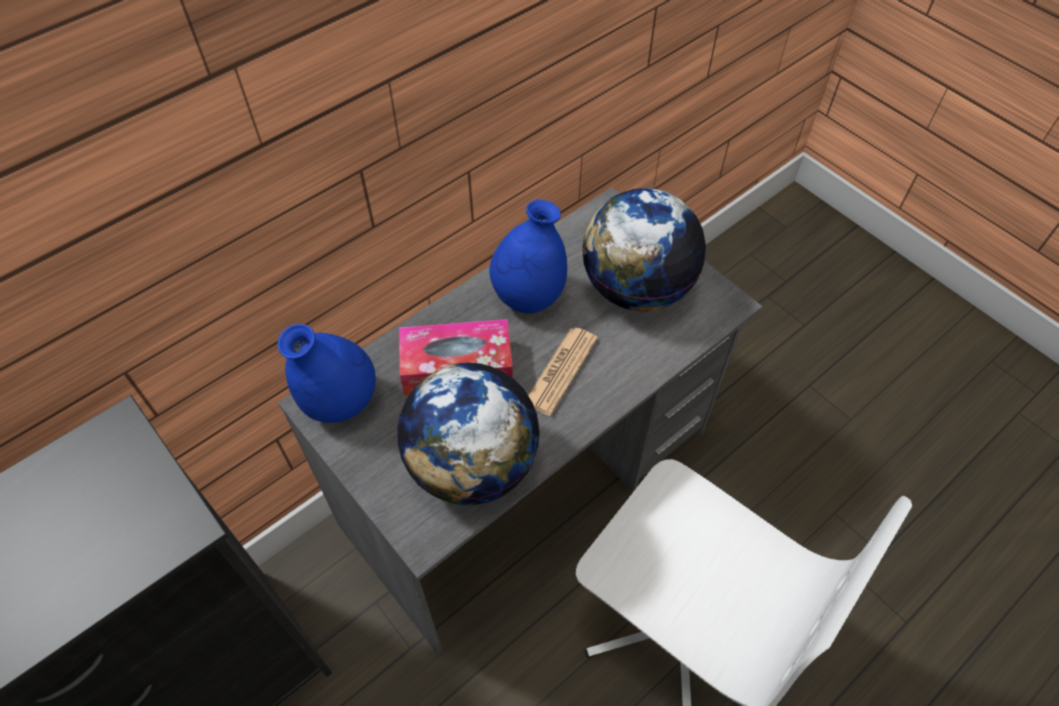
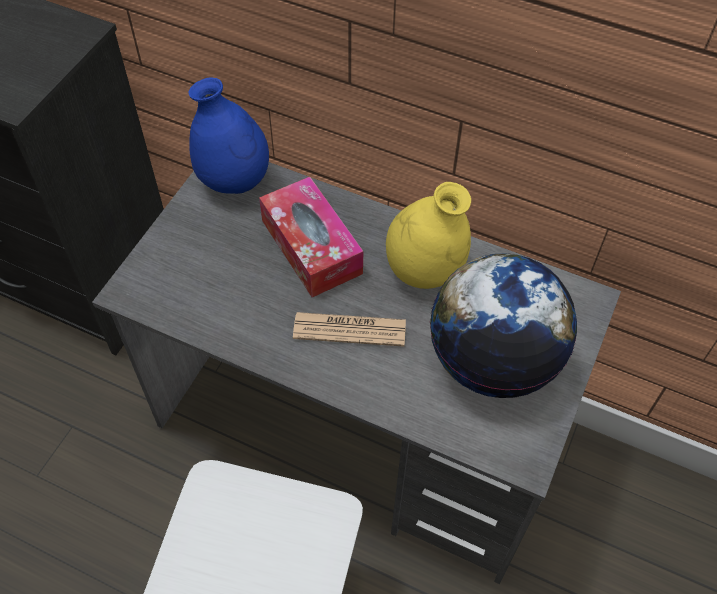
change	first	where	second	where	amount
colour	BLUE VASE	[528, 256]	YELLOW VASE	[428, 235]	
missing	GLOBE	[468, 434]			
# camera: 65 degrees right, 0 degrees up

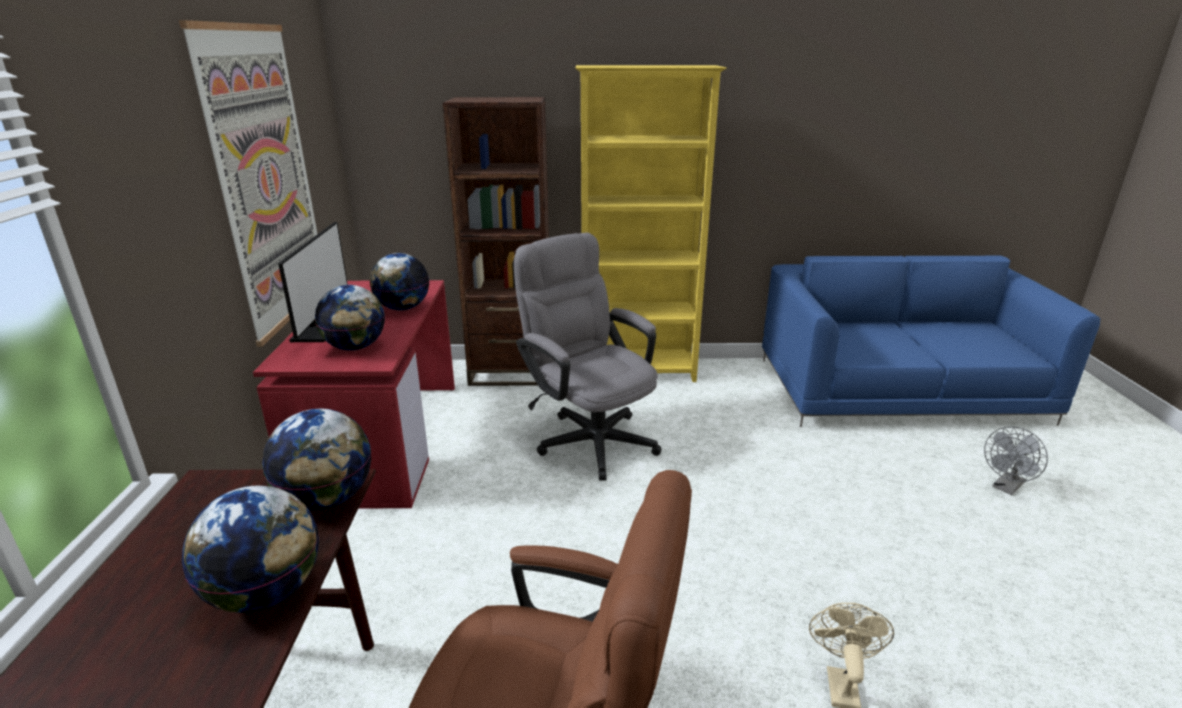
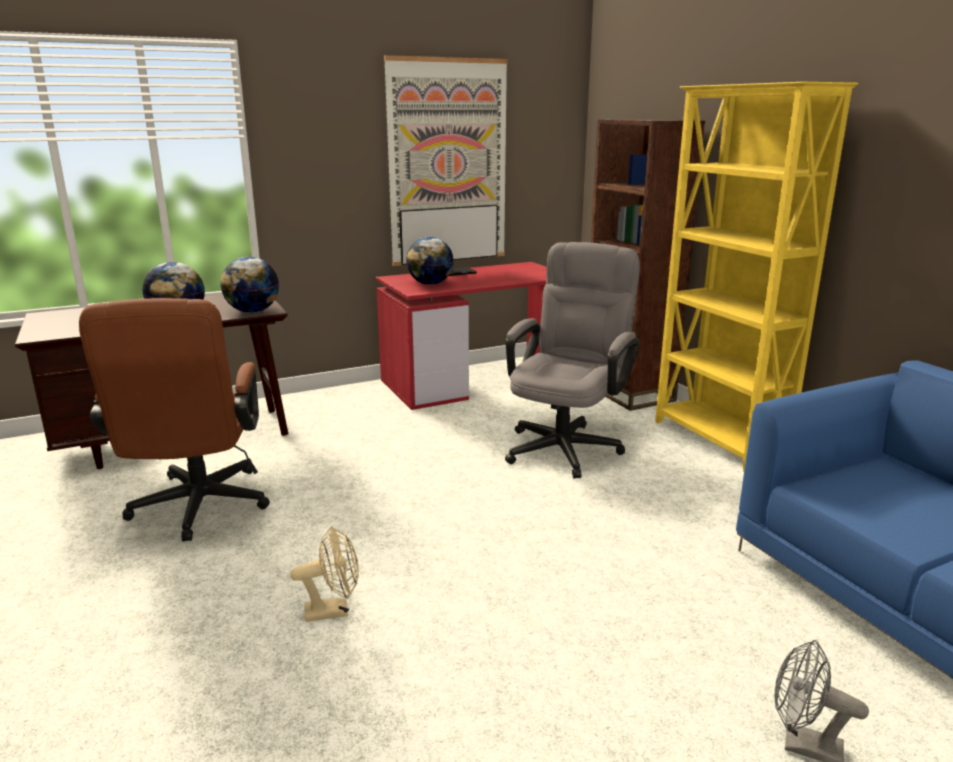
change	first	where	second	where	amount
missing	GLOBE	[399, 282]			
# camera: 65 degrees right, 5 degrees down

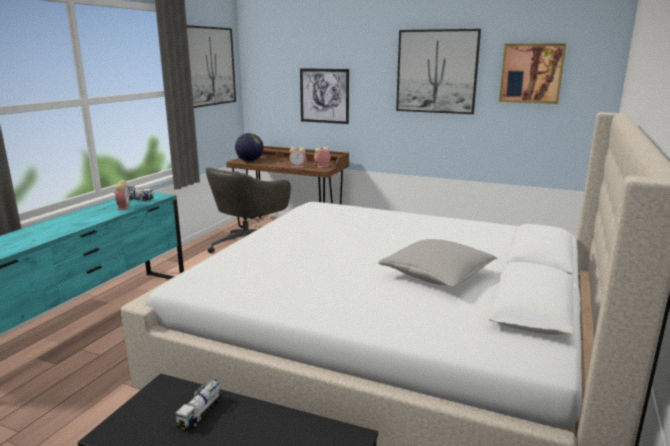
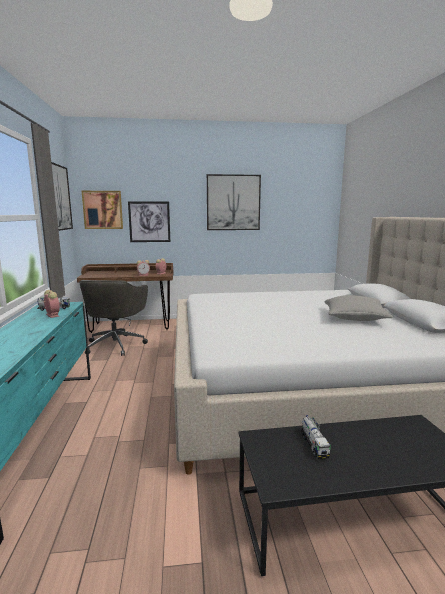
change	first	where	second	where	amount
relocated	PICTURE	[532, 73]		[102, 210]	
missing	GLOBE	[249, 147]			
# camera: 30 degrees left, 5 degrees down

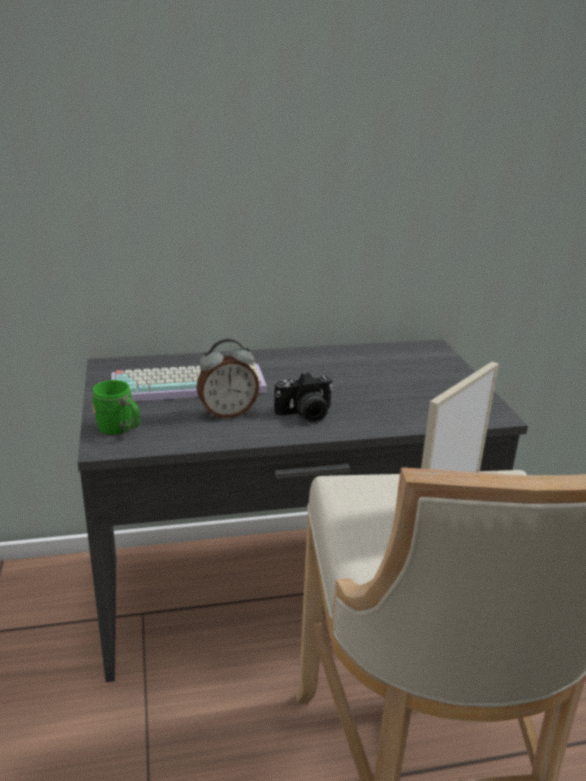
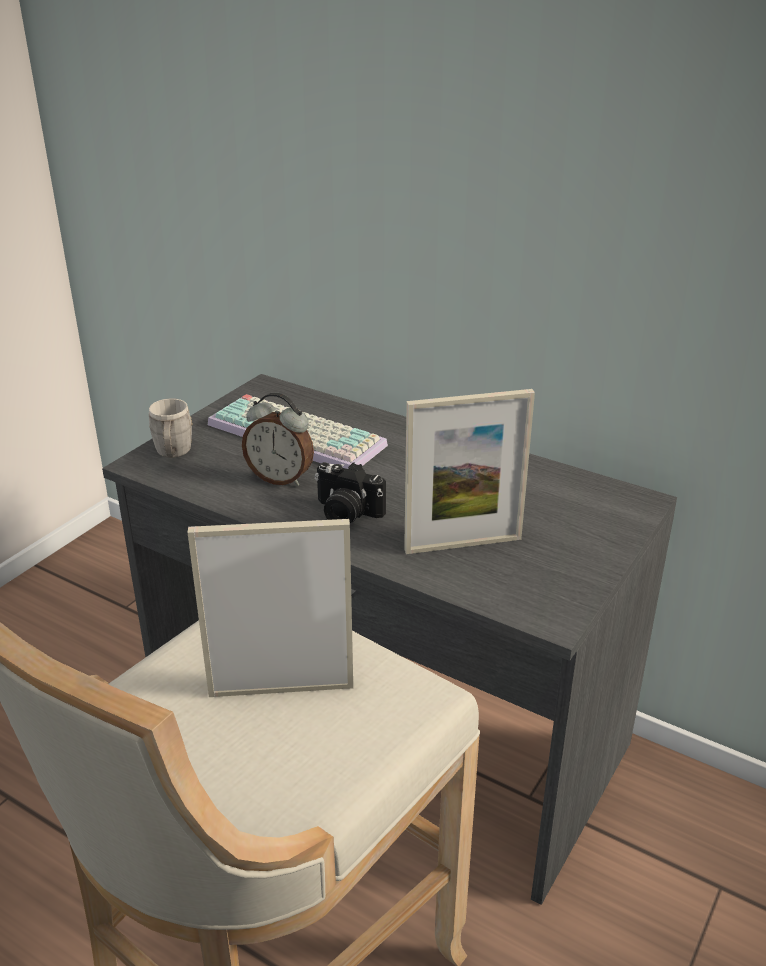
change	first	where	second	where	amount
colour	GREEN MUG	[116, 407]	GREY MUG	[171, 428]	
appeared			PICTURE FRAME	[469, 471]	
# camera: 45 degrees right, 5 degrees up

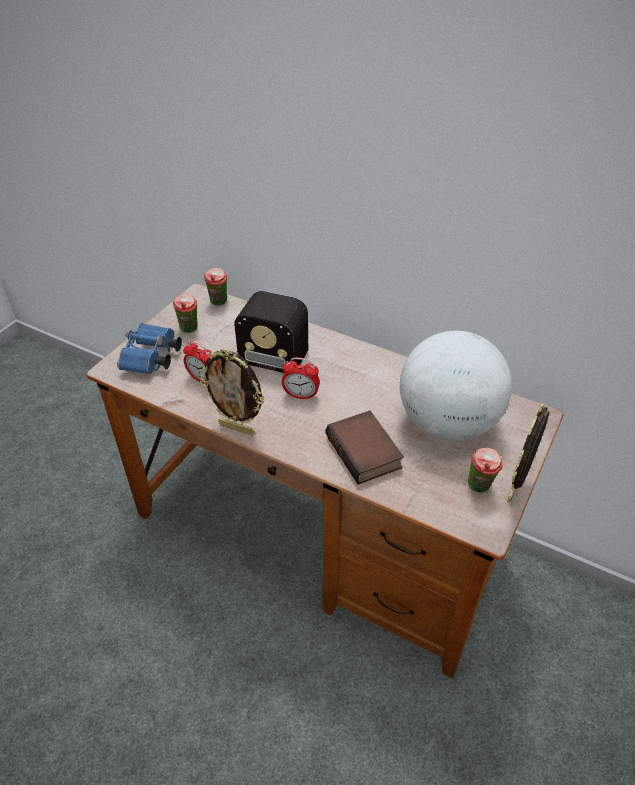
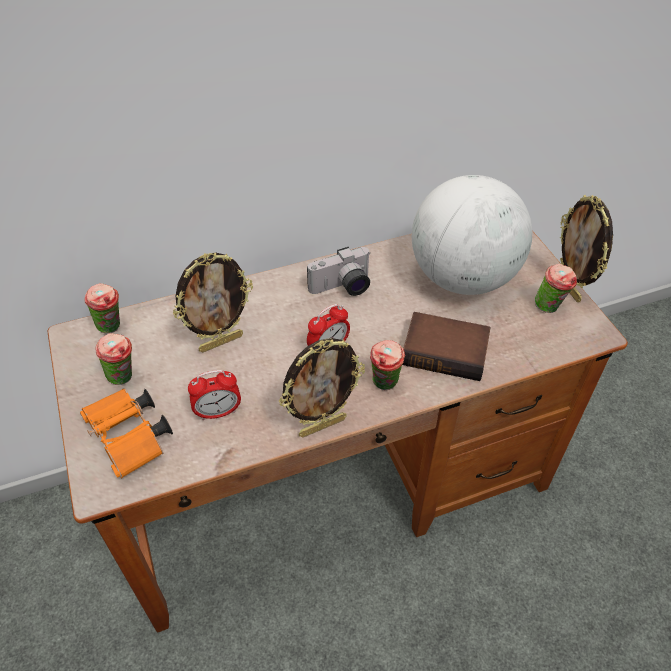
change	first	where	second	where	amount
exchanged	RADIO	[259, 332]	PICTURE FRAME	[213, 302]	
colour	BLUE BINOCULARS	[149, 348]	ORANGE BINOCULARS	[126, 433]	
appeared			PHOTO CAMERA	[339, 271]	
appeared			CUP	[387, 365]	
# camera: 50 degrees left, 5 degrees up

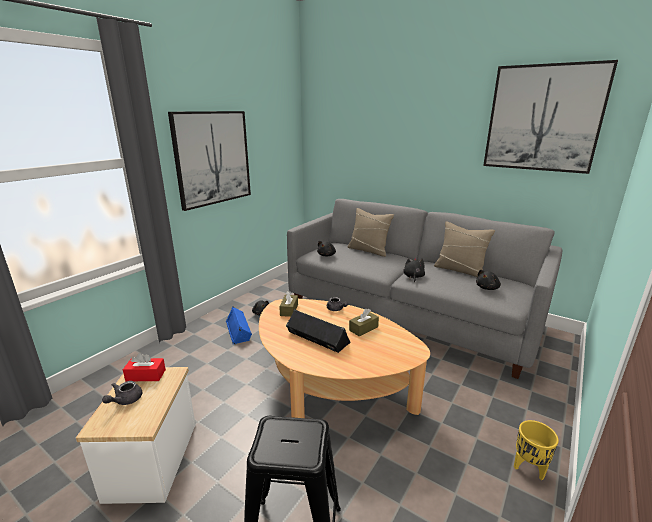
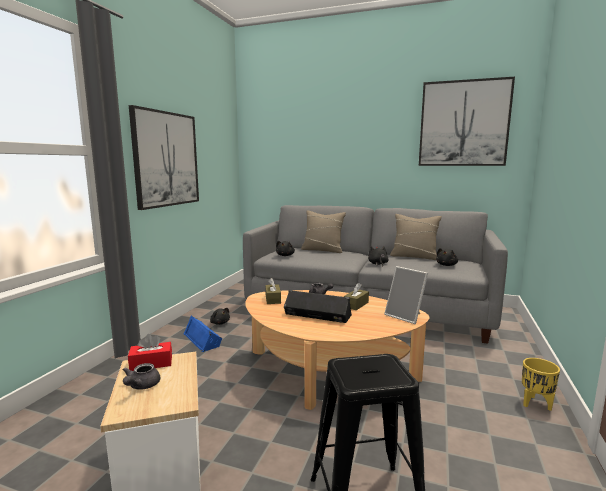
change	first	where	second	where	amount
appeared			PICTURE FRAME	[406, 295]	
# camera: 15 degrees left, 10 degrees down

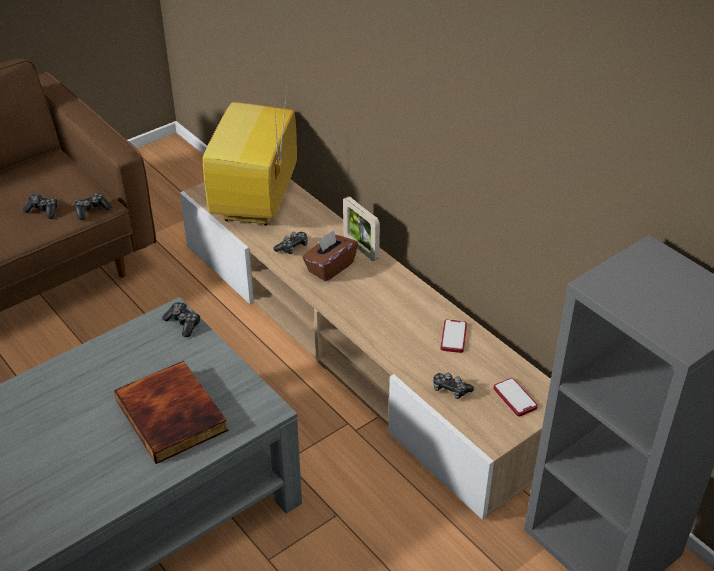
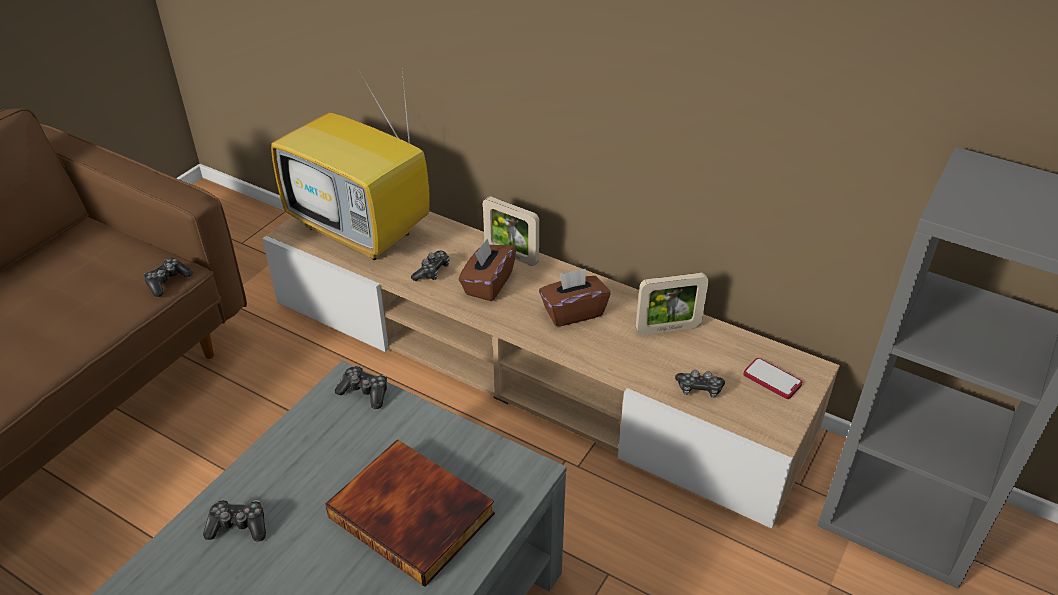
change	first	where	second	where	amount
spun	TELEVISION	[250, 157]		[350, 165]	45 degrees counterclockwise
relocated	GAME CONTROLLER	[40, 206]		[234, 520]	
exchanged	PHONE	[453, 336]	PICTURE FRAME	[672, 304]	
appeared			BROWN TISSUE BOX	[575, 298]	
# camera: 20 degrees left, 0 degrees up

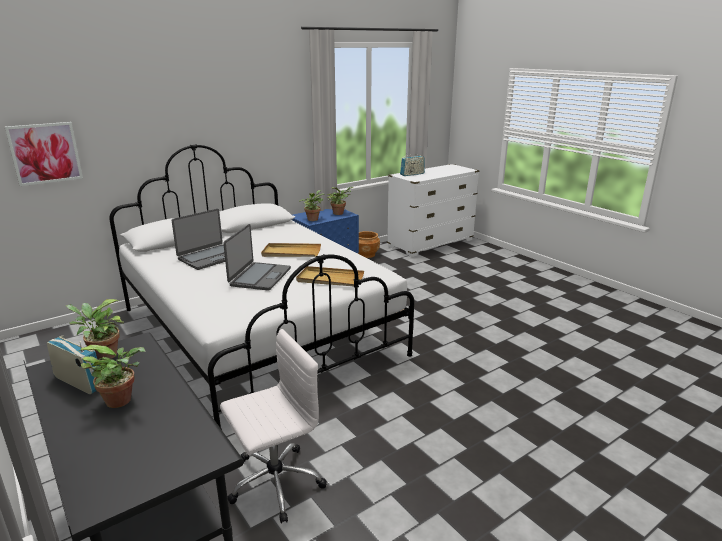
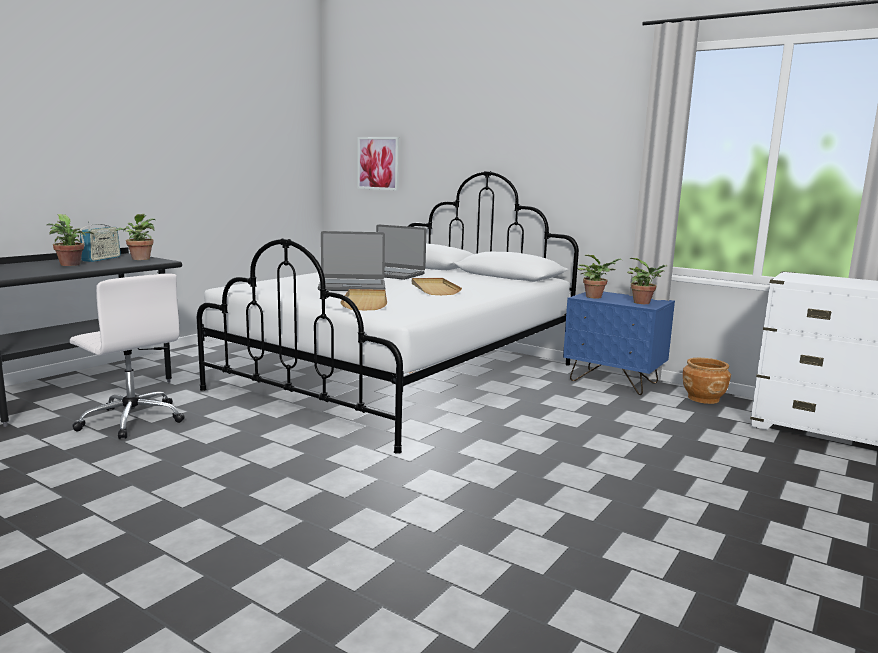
change	first	where	second	where	amount
missing	RADIO	[412, 164]			
# camera: 70 degrees right, 10 degrees down

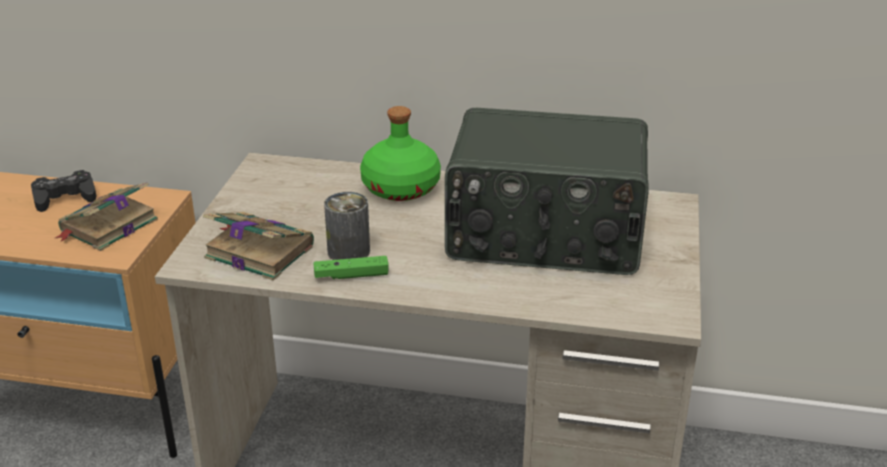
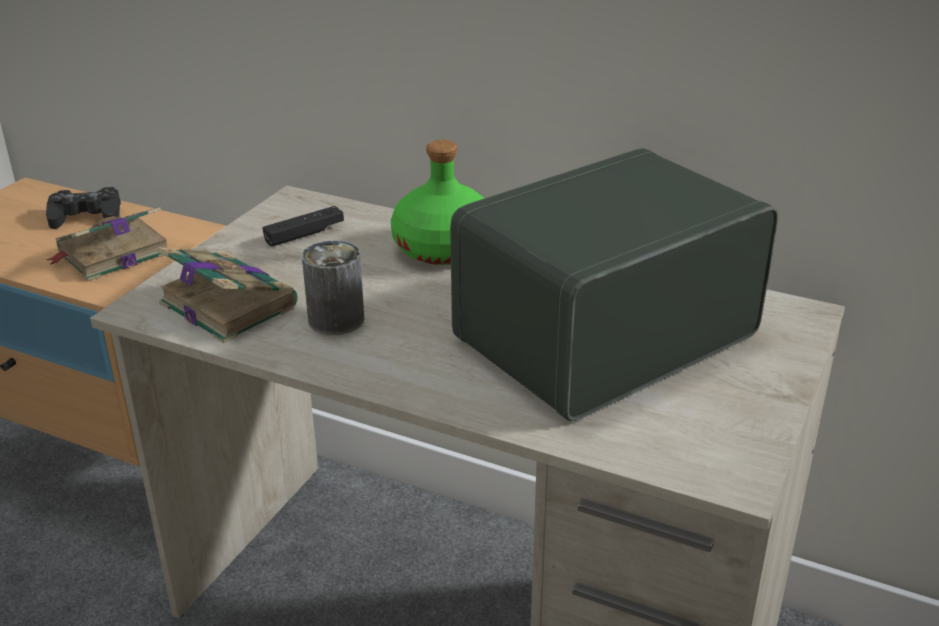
change	first	where	second	where	amount
spun	RADIO	[547, 191]		[614, 284]	120 degrees clockwise
missing	GREEN GAME CONTROLLER	[351, 267]			
appeared			BLACK GAME CONTROLLER	[303, 226]	
# camera: 15 degrees right, 0 degrees up

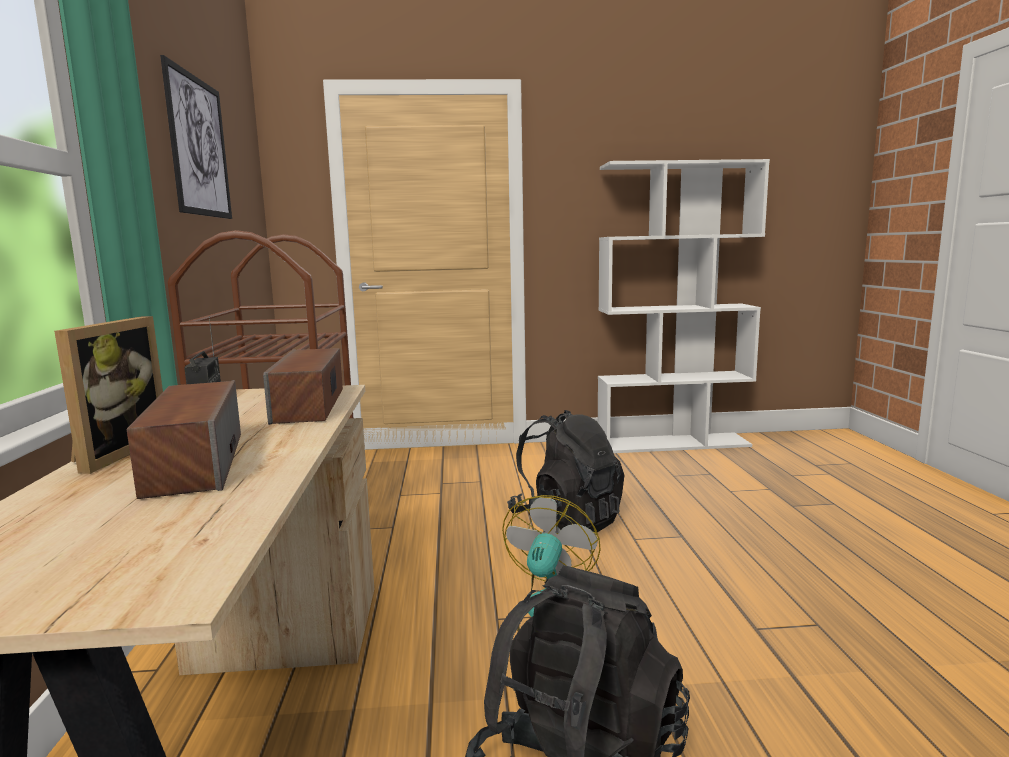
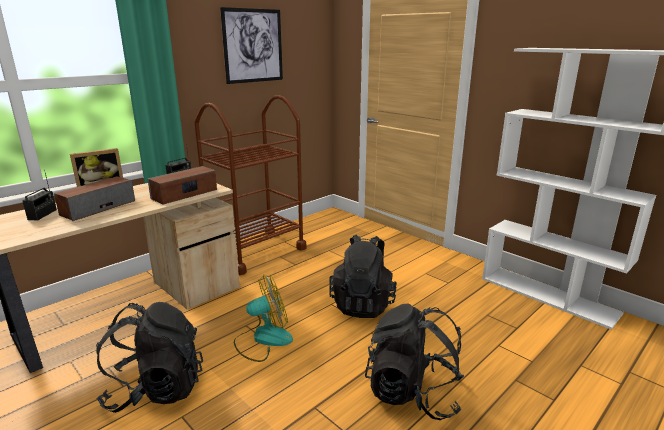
change	first	where	second	where	amount
appeared			RADIO	[39, 195]	
appeared			BLACK BACKPACK	[414, 362]	
# camera: 50 degrees right, 10 degrees up

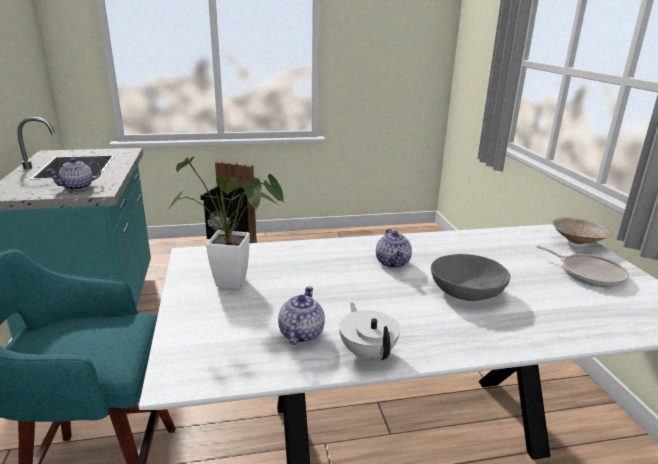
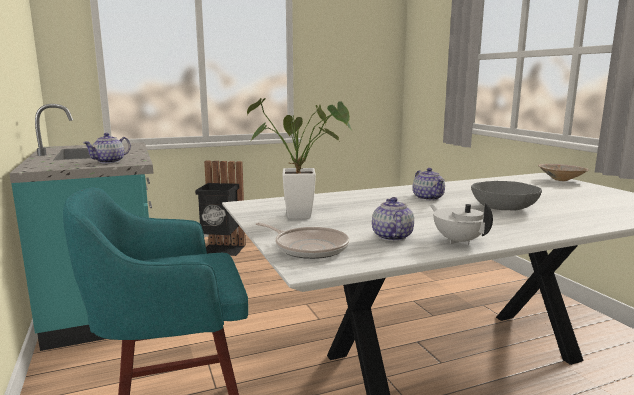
change	first	where	second	where	amount
relocated	FRYING PAN	[582, 266]		[302, 240]	
# camera: 10 degrees left, 10 degrees down

